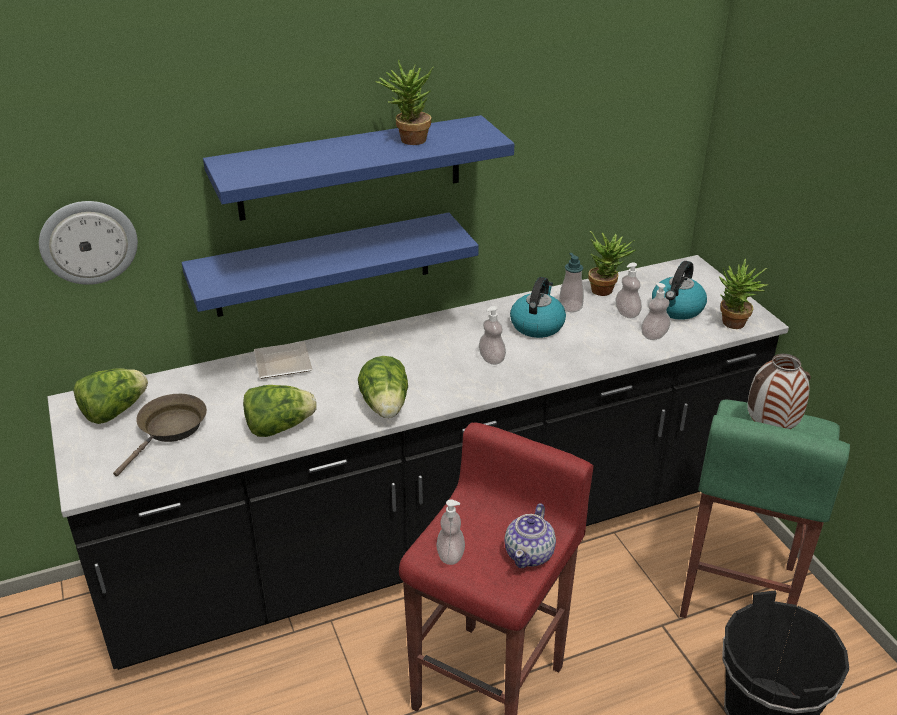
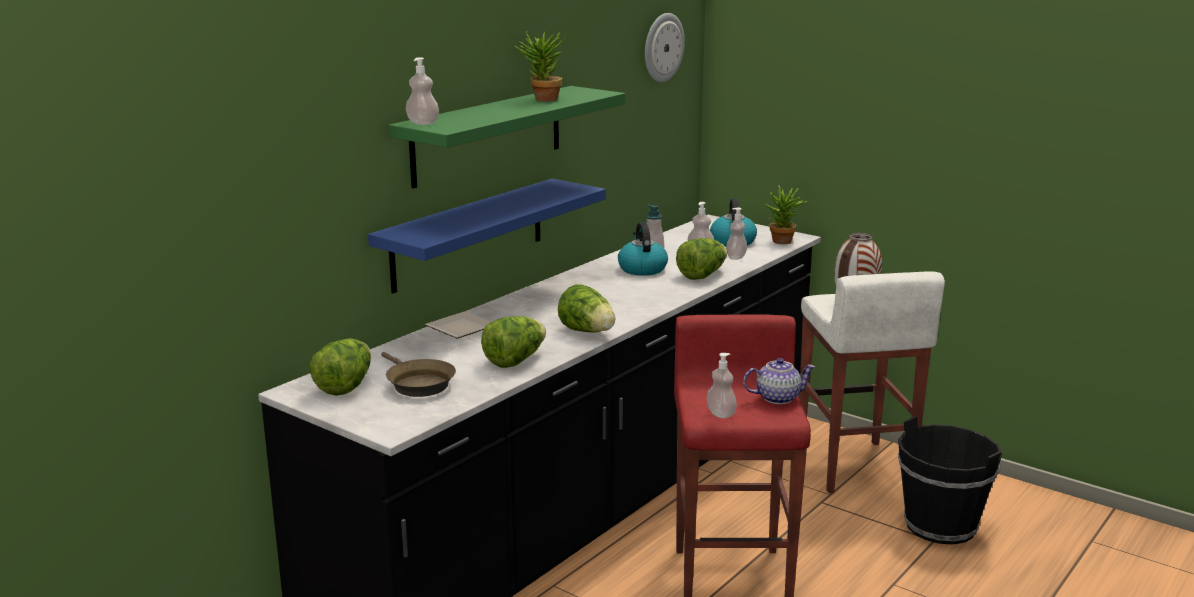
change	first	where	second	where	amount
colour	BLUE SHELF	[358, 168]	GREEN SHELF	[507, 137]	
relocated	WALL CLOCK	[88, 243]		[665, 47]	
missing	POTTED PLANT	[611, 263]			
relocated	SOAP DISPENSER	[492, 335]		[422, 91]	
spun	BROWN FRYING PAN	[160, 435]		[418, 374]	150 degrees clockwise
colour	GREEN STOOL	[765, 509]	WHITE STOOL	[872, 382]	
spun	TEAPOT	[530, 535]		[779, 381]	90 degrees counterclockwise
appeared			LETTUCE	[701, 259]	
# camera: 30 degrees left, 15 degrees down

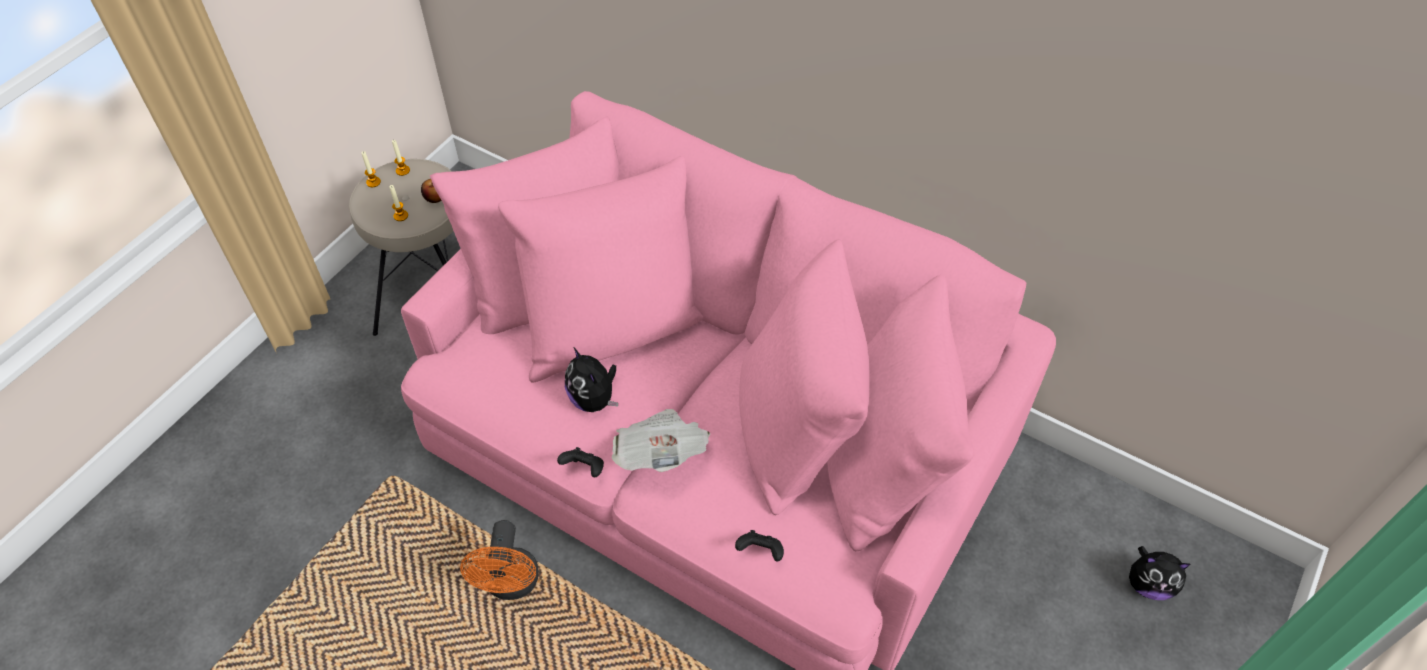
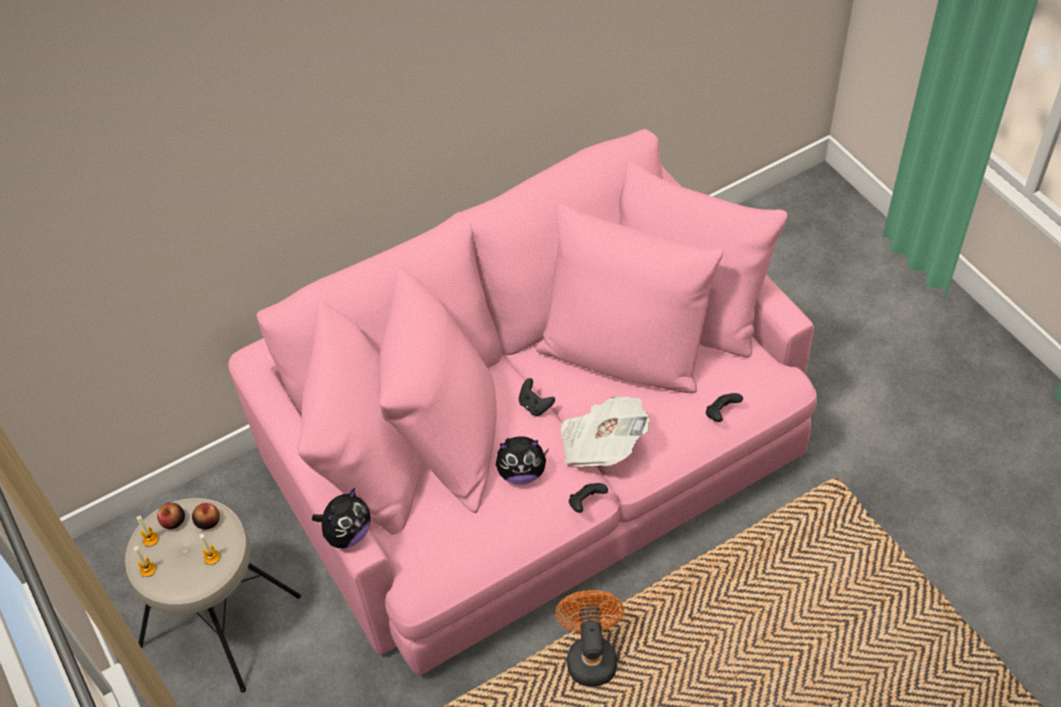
change	first	where	second	where	amount
spun	ORANGE FAN	[499, 560]		[589, 638]	120 degrees counterclockwise
relocated	PLUSH TOY	[1160, 573]		[341, 518]	
appeared			BLACK GAME CONTROLLER	[537, 397]	
appeared			APPLE	[171, 516]	
# camera: 60 degrees left, 0 degrees up

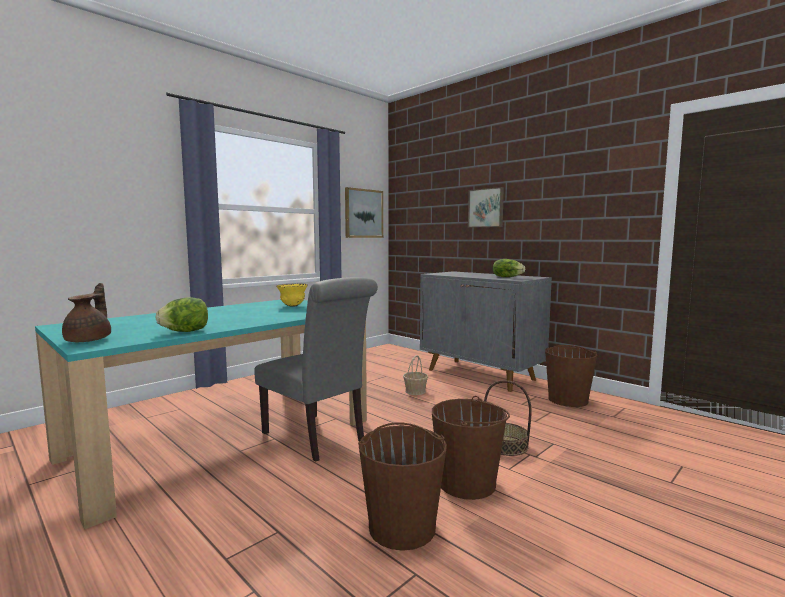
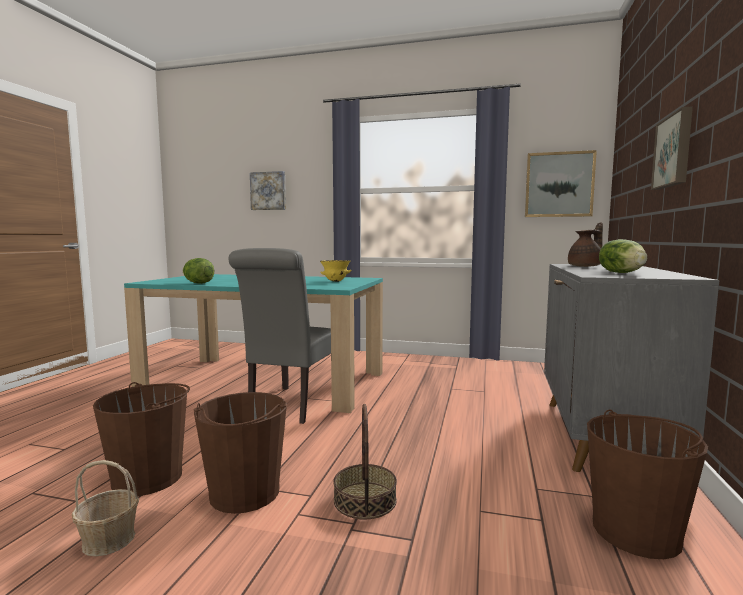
change	first	where	second	where	amount
relocated	BROWN TEAPOT	[86, 312]		[585, 244]	
relocated	BASKET	[415, 375]		[105, 508]	
appeared			PICTURE	[268, 190]	
# camera: 60 degrees right, 0 degrees up

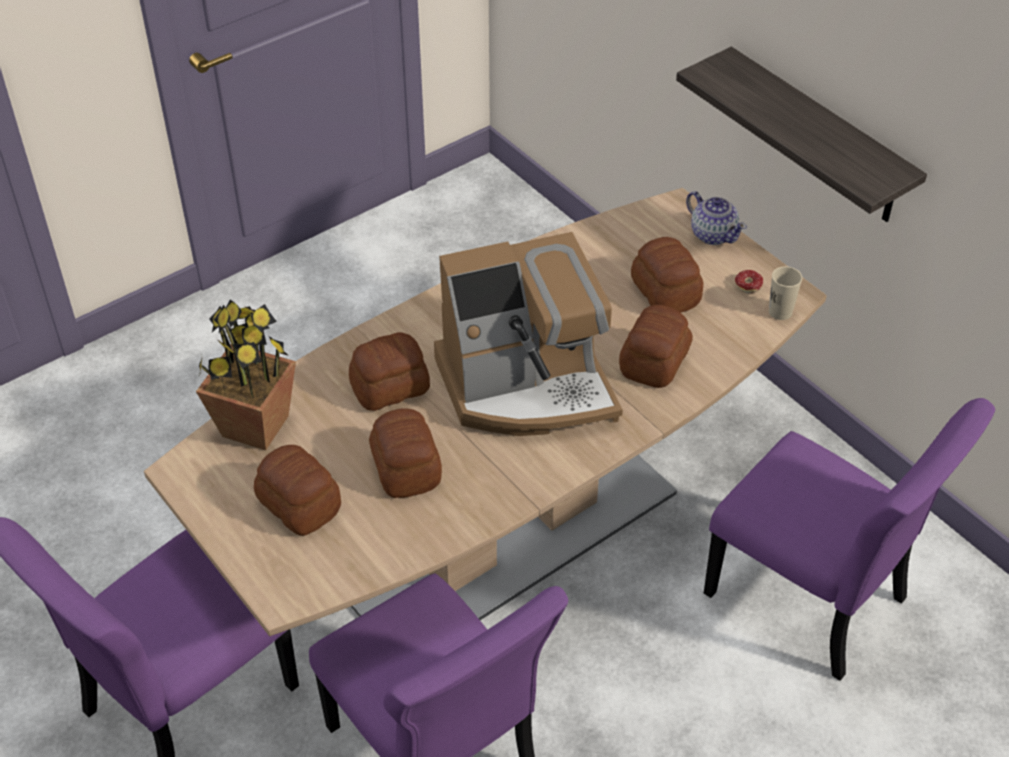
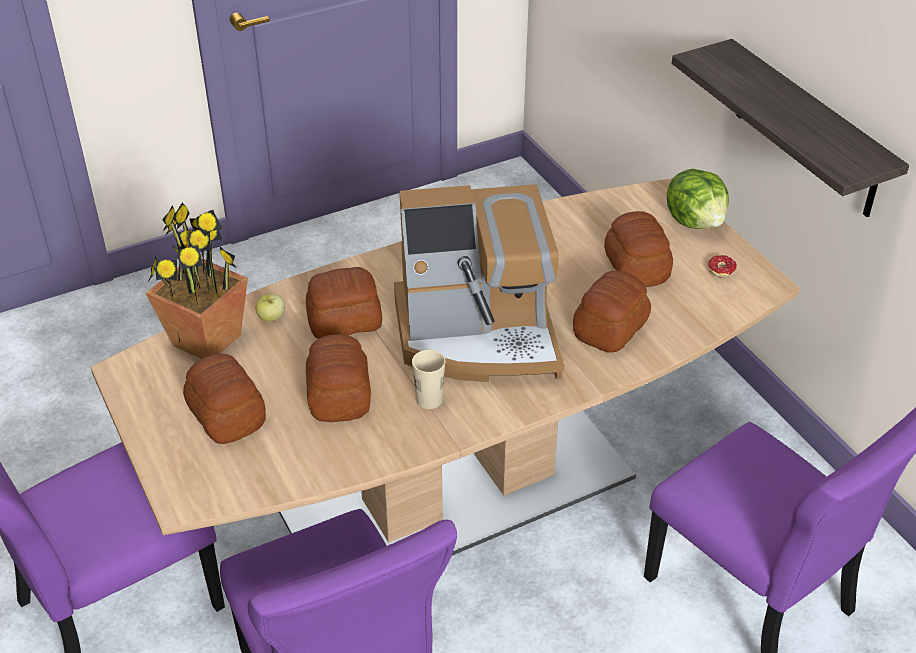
change	first	where	second	where	amount
exchanged	TEAPOT	[716, 218]	LETTUCE	[698, 199]	
relocated	BEIGE CUP	[785, 293]		[429, 379]	
appeared			APPLE	[270, 308]	
# camera: 10 degrees right, 5 degrees down

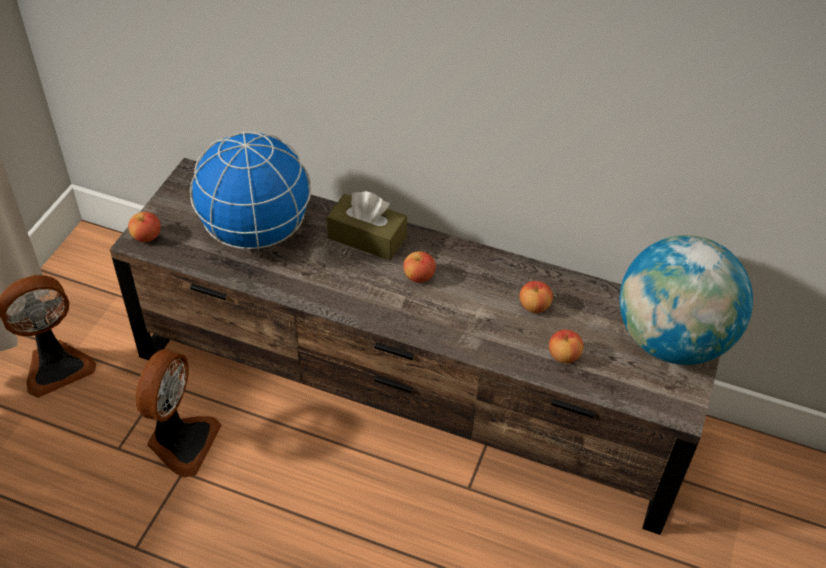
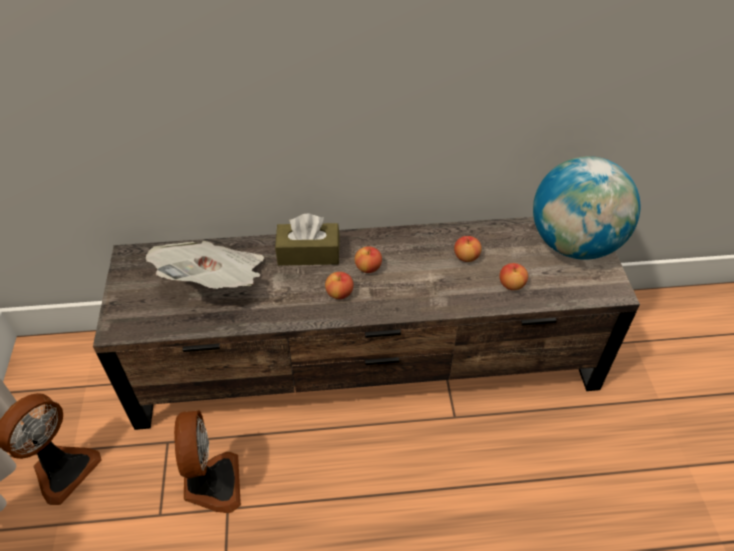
change	first	where	second	where	amount
exchanged	GLOBE	[250, 190]	NEWSPAPER	[205, 265]	
relocated	APPLE	[144, 227]		[339, 285]	
# camera: 25 degrees left, 0 degrees up

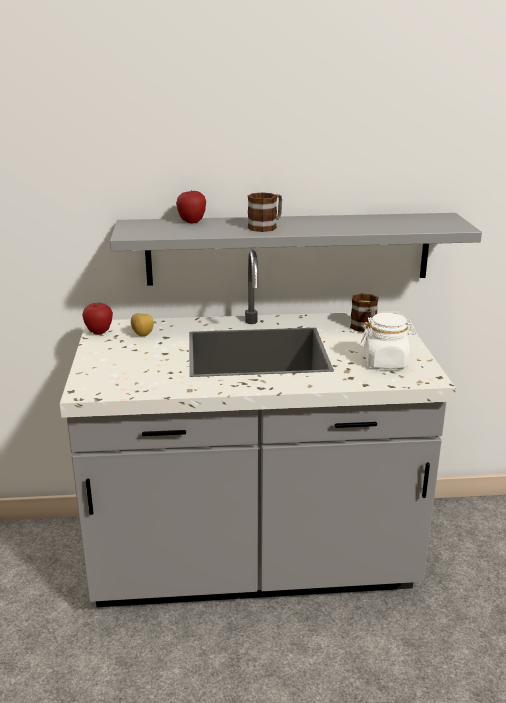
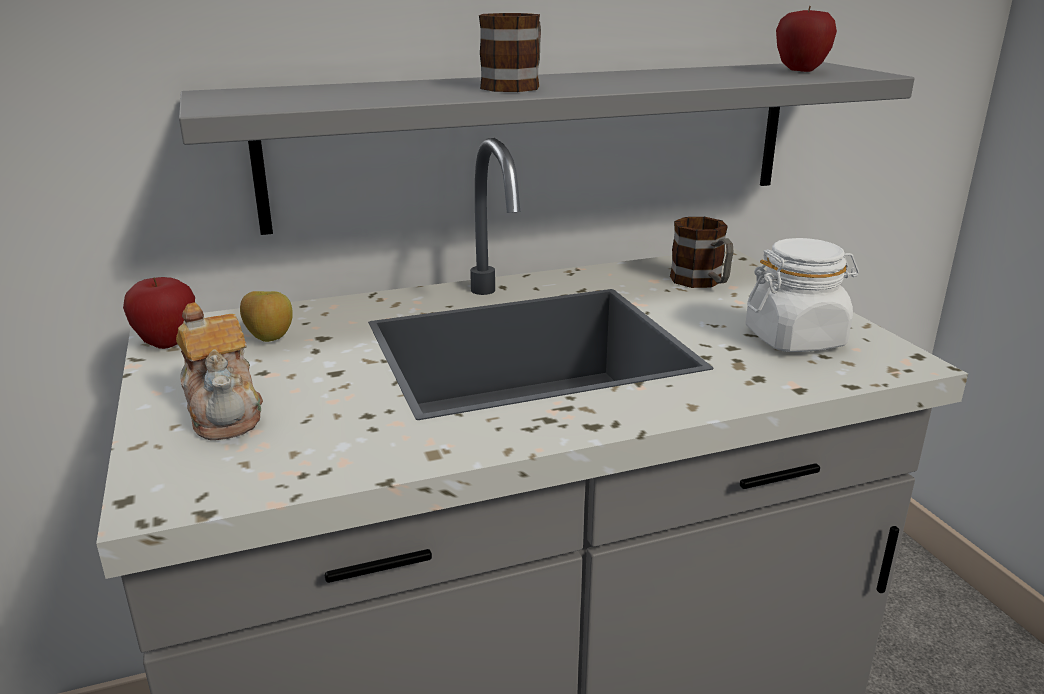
change	first	where	second	where	amount
relocated	APPLE	[191, 206]		[806, 39]	
appeared			TEAPOT	[219, 371]	
# camera: 15 degrees left, 0 degrees up

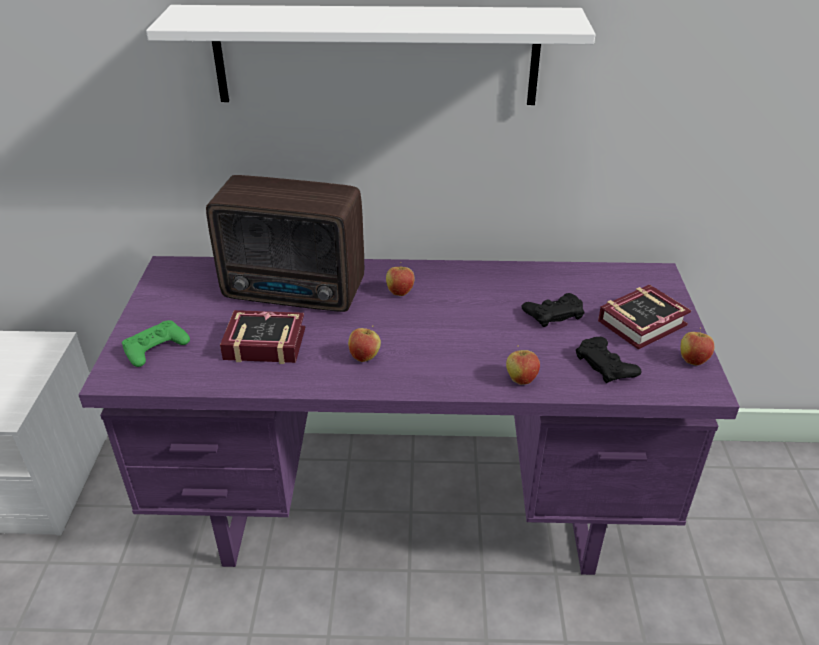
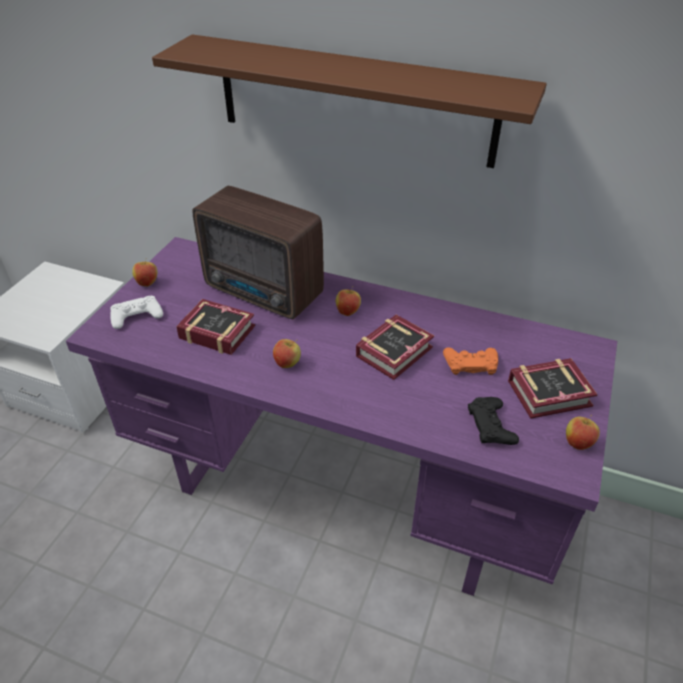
change	first	where	second	where	amount
colour	WHITE SHELF	[371, 55]	BROWN SHELF	[349, 101]	
colour	BLACK GAME CONTROLLER	[553, 310]	ORANGE GAME CONTROLLER	[470, 361]	
colour	GREEN GAME CONTROLLER	[156, 343]	WHITE GAME CONTROLLER	[137, 312]	
relocated	APPLE	[523, 365]		[145, 272]	
appeared			BOOK	[395, 347]	
# camera: 20 degrees right, 5 degrees up

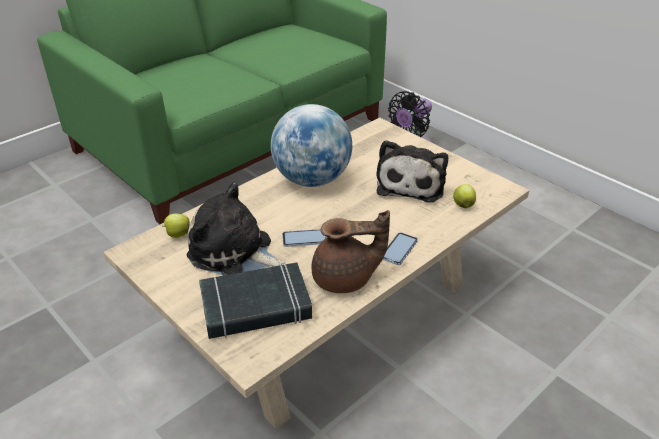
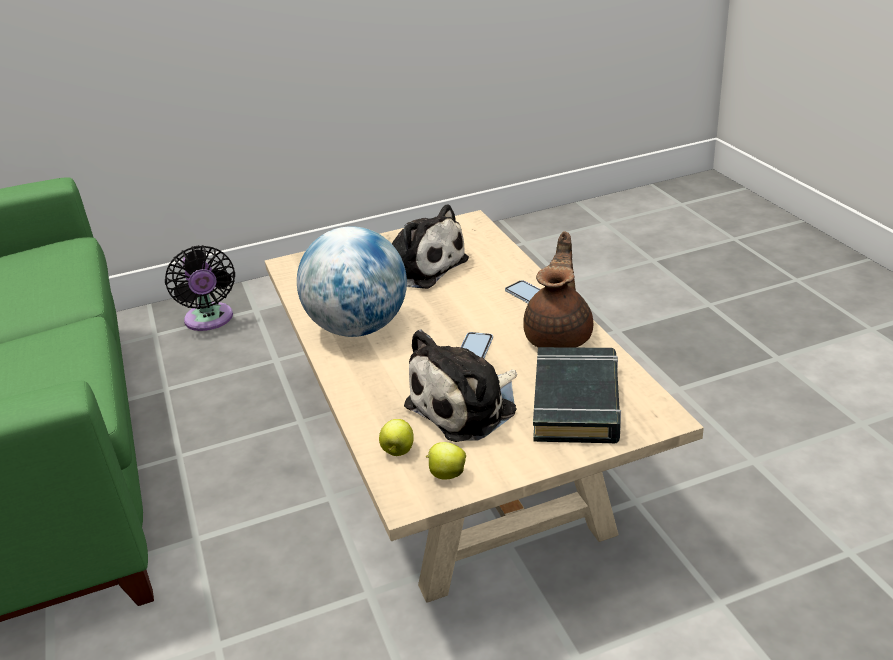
change	first	where	second	where	amount
relocated	APPLE	[464, 196]		[446, 460]	
# camera: 65 degrees left, 5 degrees down

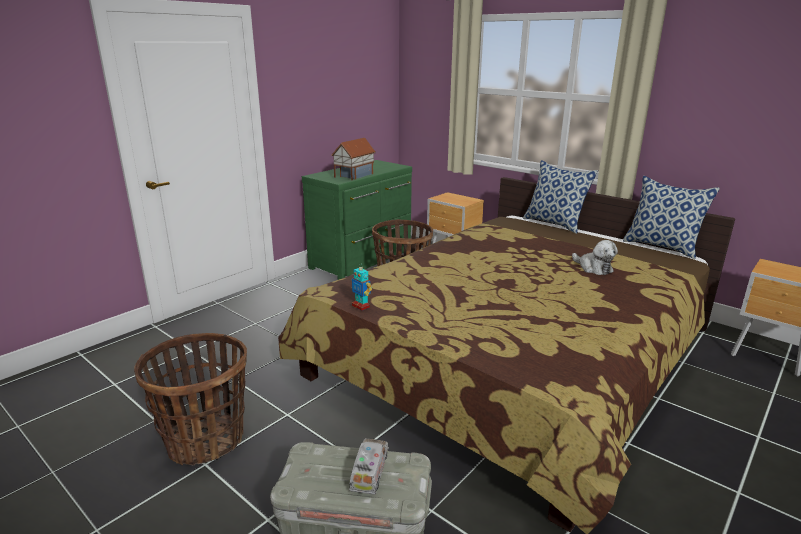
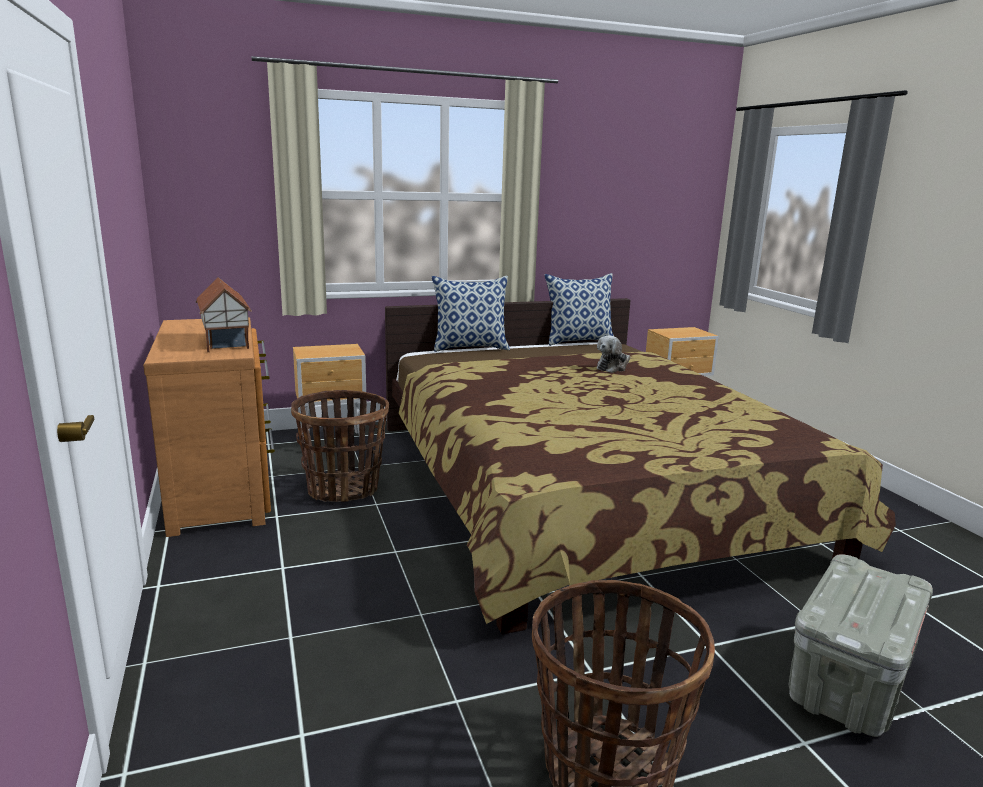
change	first	where	second	where	amount
colour	GREEN DRESSER	[357, 220]	BROWN DRESSER	[209, 427]	
spun	PLUSH TOY	[595, 257]		[613, 354]	135 degrees clockwise
missing	TOY ROBOT	[362, 287]			
missing	TOY TRUCK	[369, 466]			
# camera: 60 degrees left, 5 degrees down

